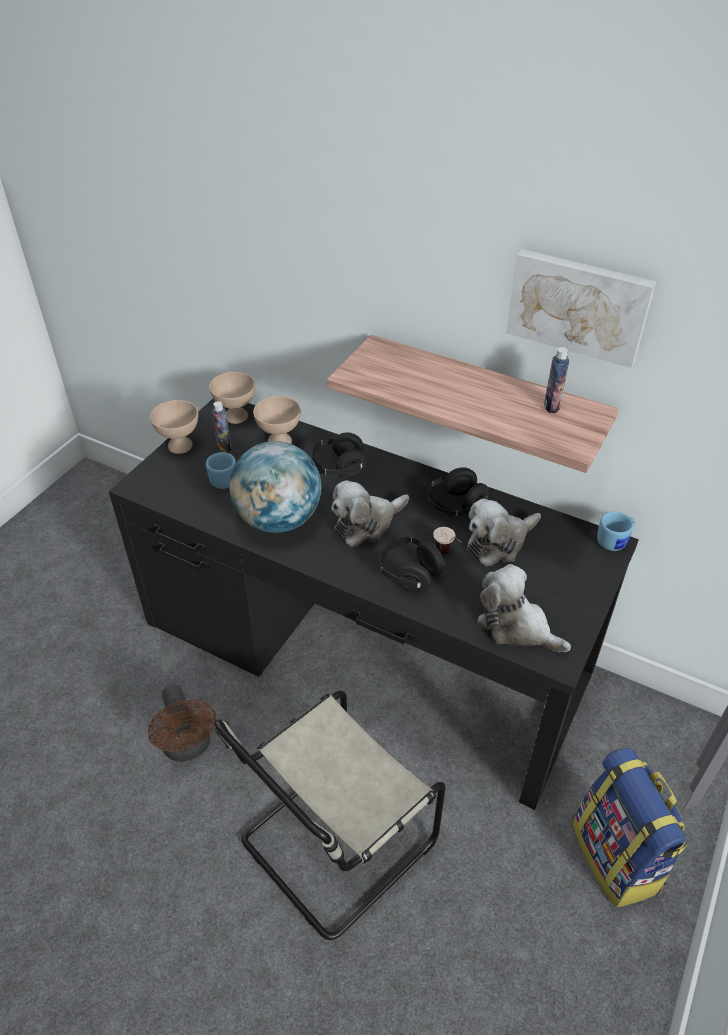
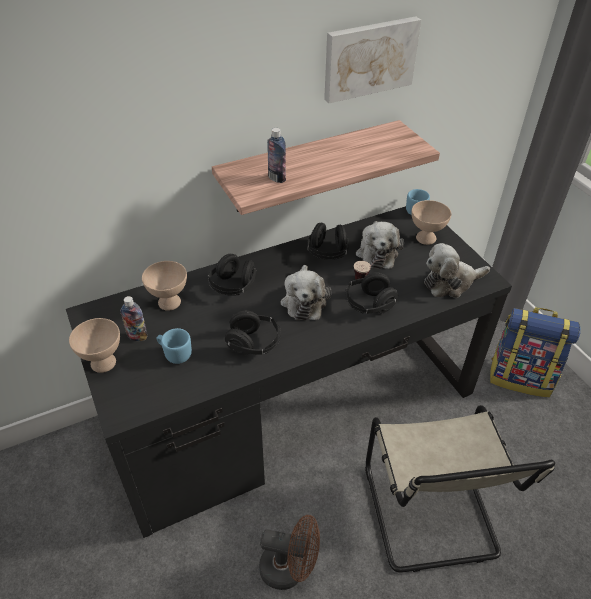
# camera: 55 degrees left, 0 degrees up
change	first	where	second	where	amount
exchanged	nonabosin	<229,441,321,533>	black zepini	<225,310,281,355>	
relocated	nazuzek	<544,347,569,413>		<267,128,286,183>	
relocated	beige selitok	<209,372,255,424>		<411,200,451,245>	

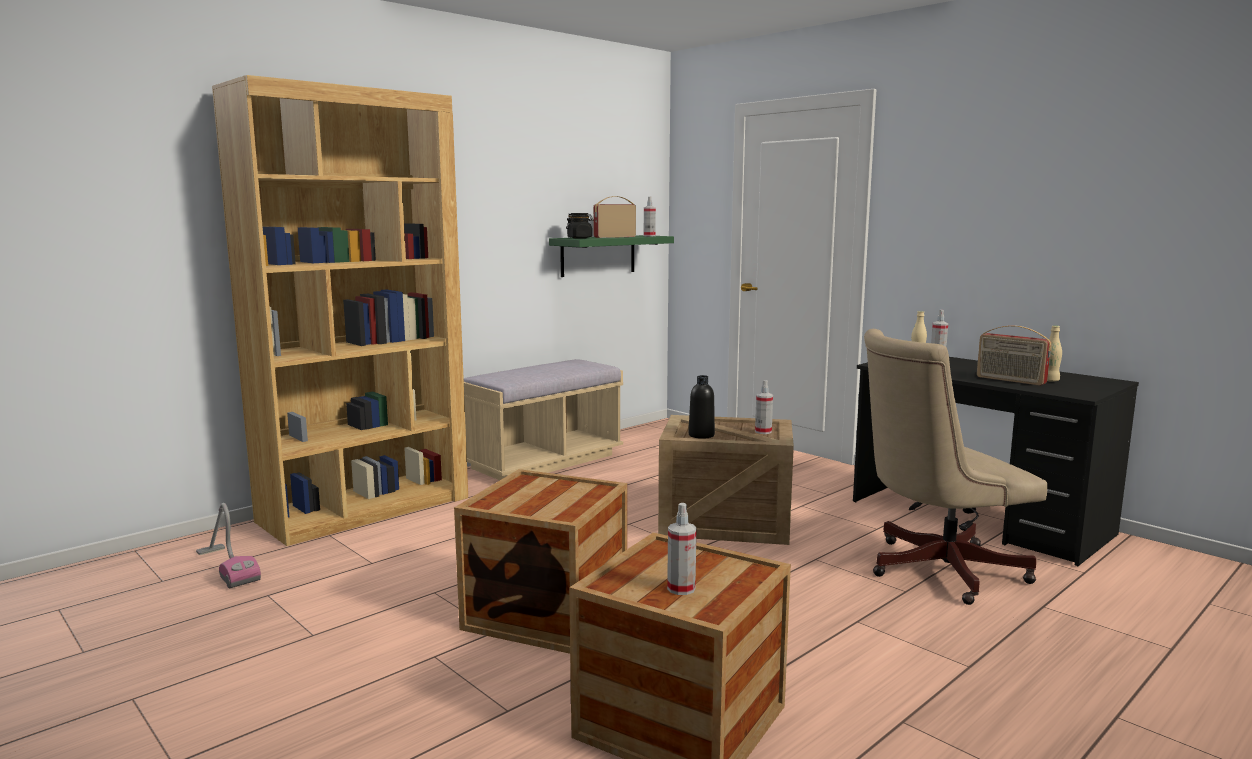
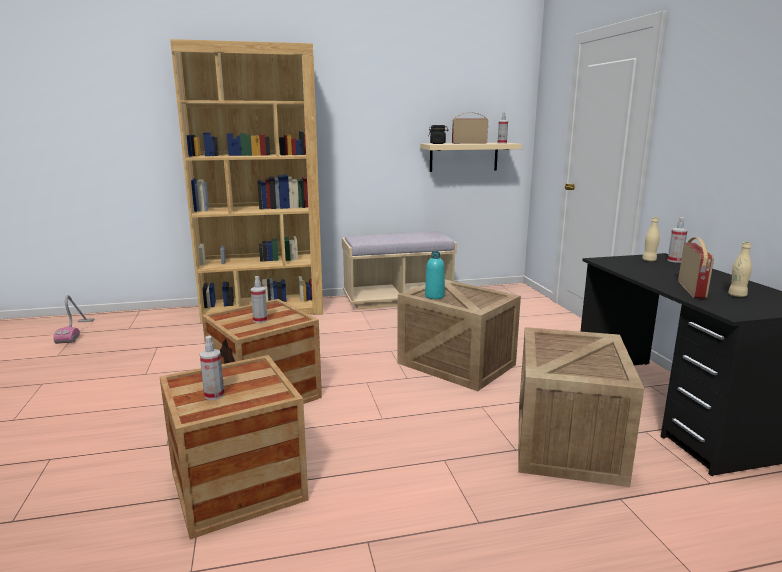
# camera: 30 degrees right, 5 degrees up
change	first	where	second	where	amount
relocated	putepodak	<196,503,261,588>		<54,295,95,344>	
relocated	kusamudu	<755,380,773,434>		<251,276,267,323>	
colour	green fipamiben	<549,235,674,277>	beige fipamiben	<420,143,522,172>	
colour	black nazuzek	<689,375,715,439>	turquoise nazuzek	<425,251,445,299>	
exchanged	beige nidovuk	<864,329,1047,605>	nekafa	<518,327,644,487>	
spun	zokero	<977,325,1051,386>		<678,237,714,299>	150 degrees counterclockwise

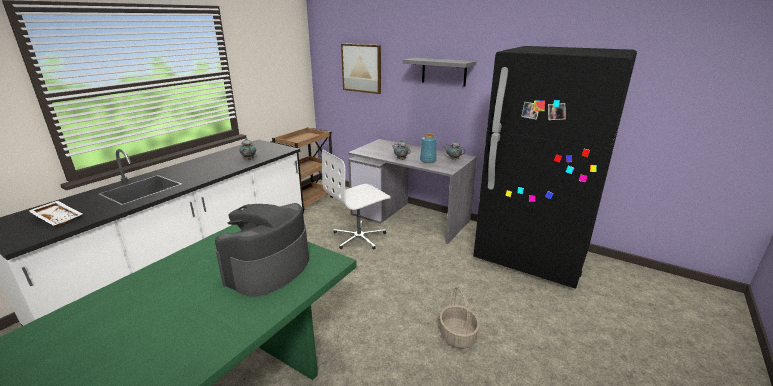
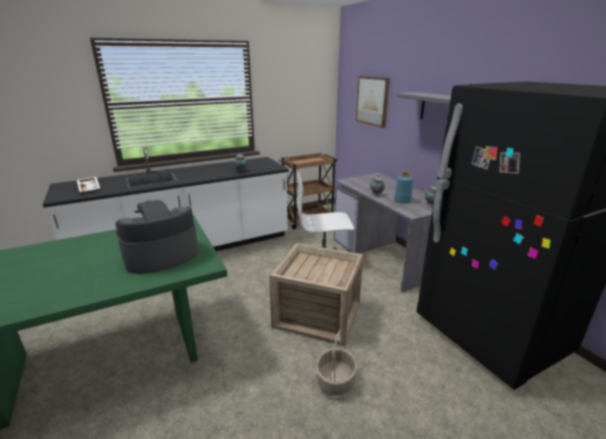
# camera: 30 degrees right, 0 degrees up
change	first	where	second	where	amount
appeared			nekafa	<269,243,364,346>	

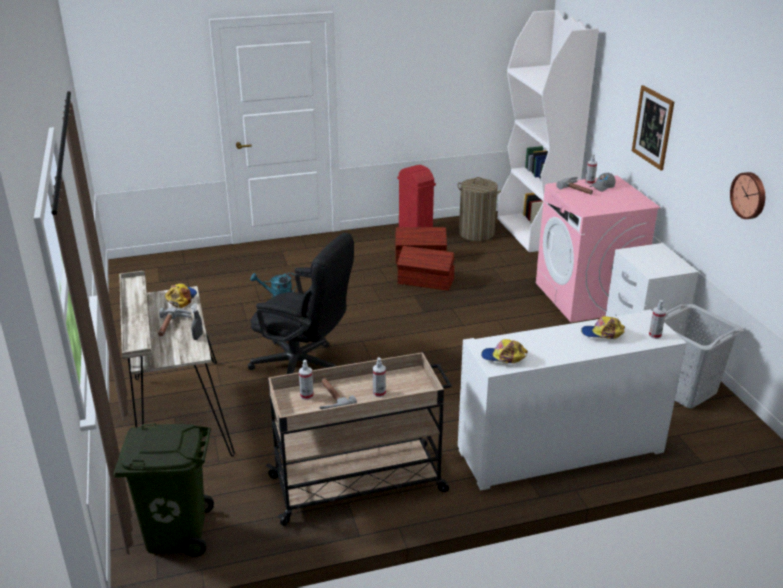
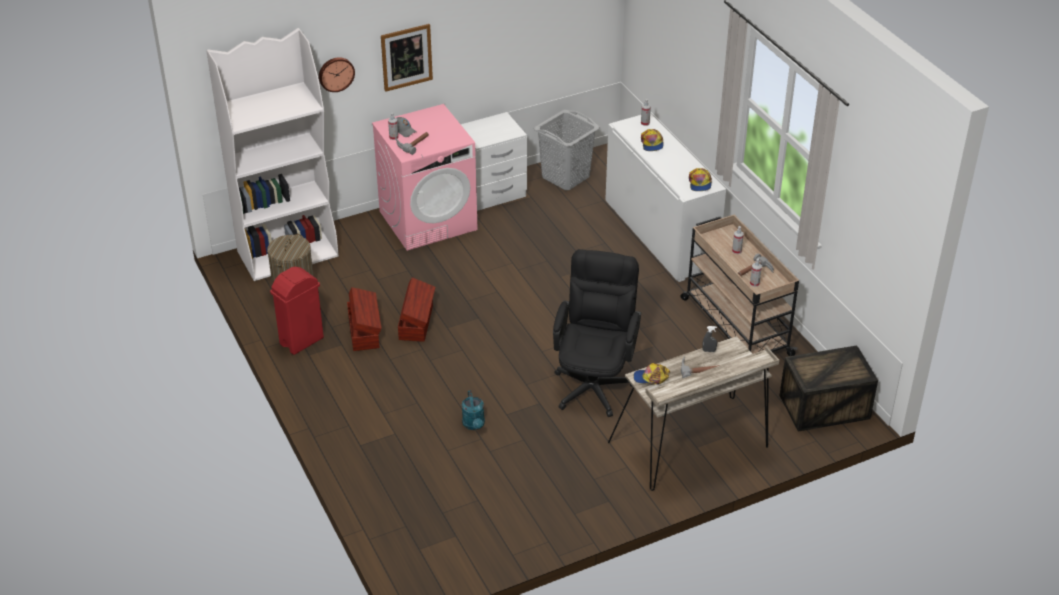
# camera: 100 degrees left, 10 degrees up
change	first	where	second	where	amount
relocated	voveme	<730,172,765,219>		<319,57,355,92>	
exchanged	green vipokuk	<113,423,214,557>	nekafa	<779,345,878,432>	

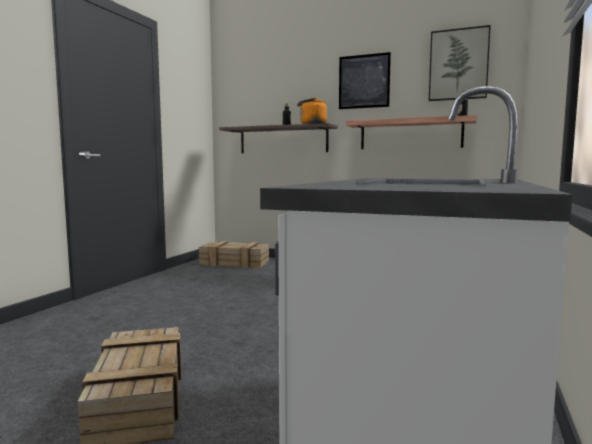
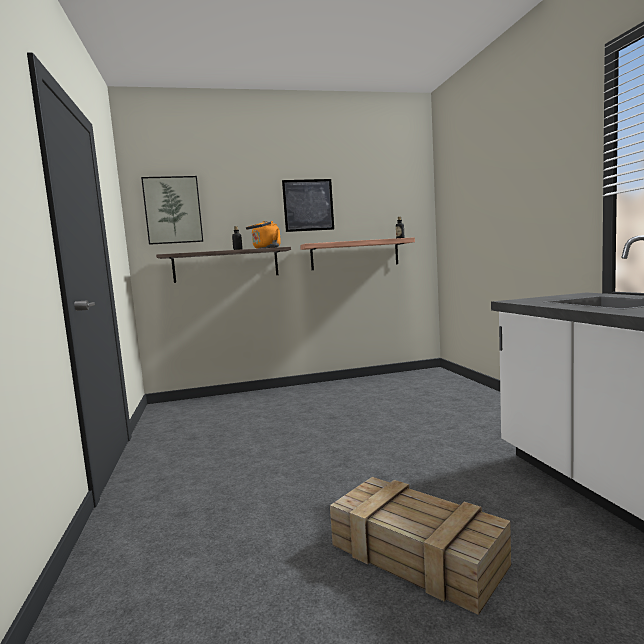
# camera: 35 degrees left, 0 degrees up
change	first	where	second	where	amount
relocated	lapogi	<429,25,491,101>		<141,176,203,245>	
missing	nekafa	<199,241,269,268>			

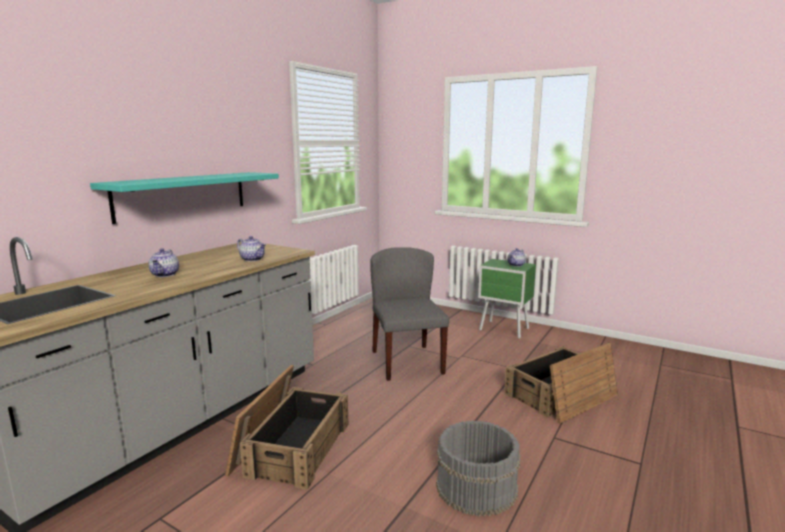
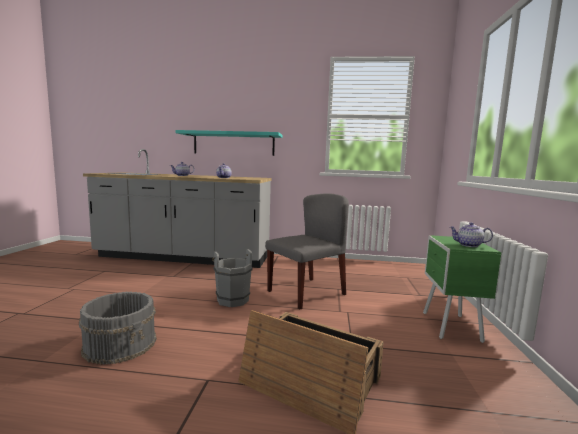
# camera: 65 degrees right, 5 degrees down
change	first	where	second	where	amount
appeared			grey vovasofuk	<212,249,253,307>	
missing	nekafa	<225,365,348,490>			

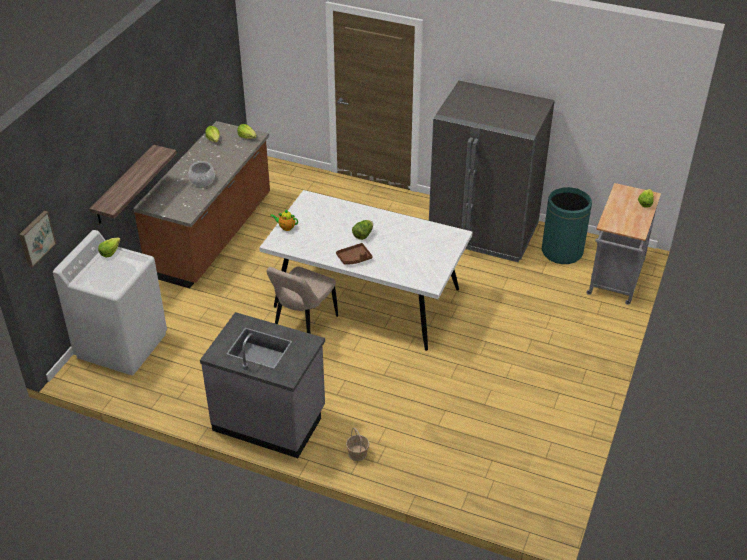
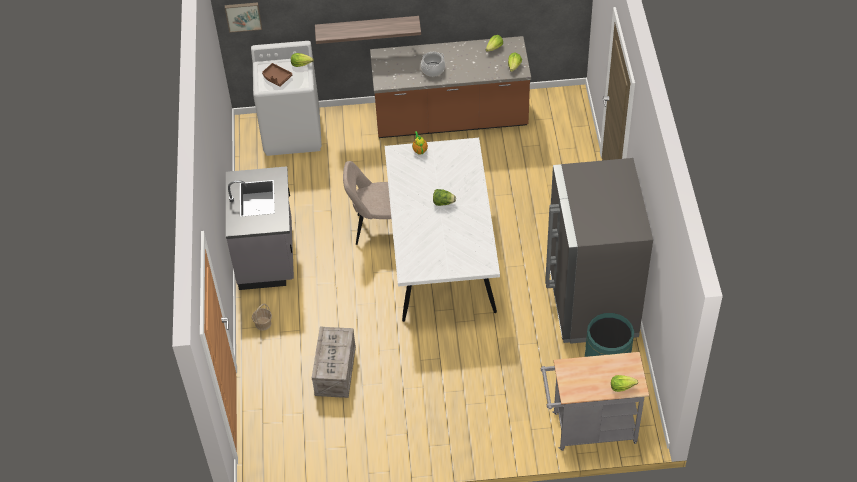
# camera: 65 degrees right, 10 degrees up
change	first	where	second	where	amount
relocated	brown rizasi	<336,243,372,264>		<262,63,292,87>	
appeared			nekafa	<312,327,356,398>	

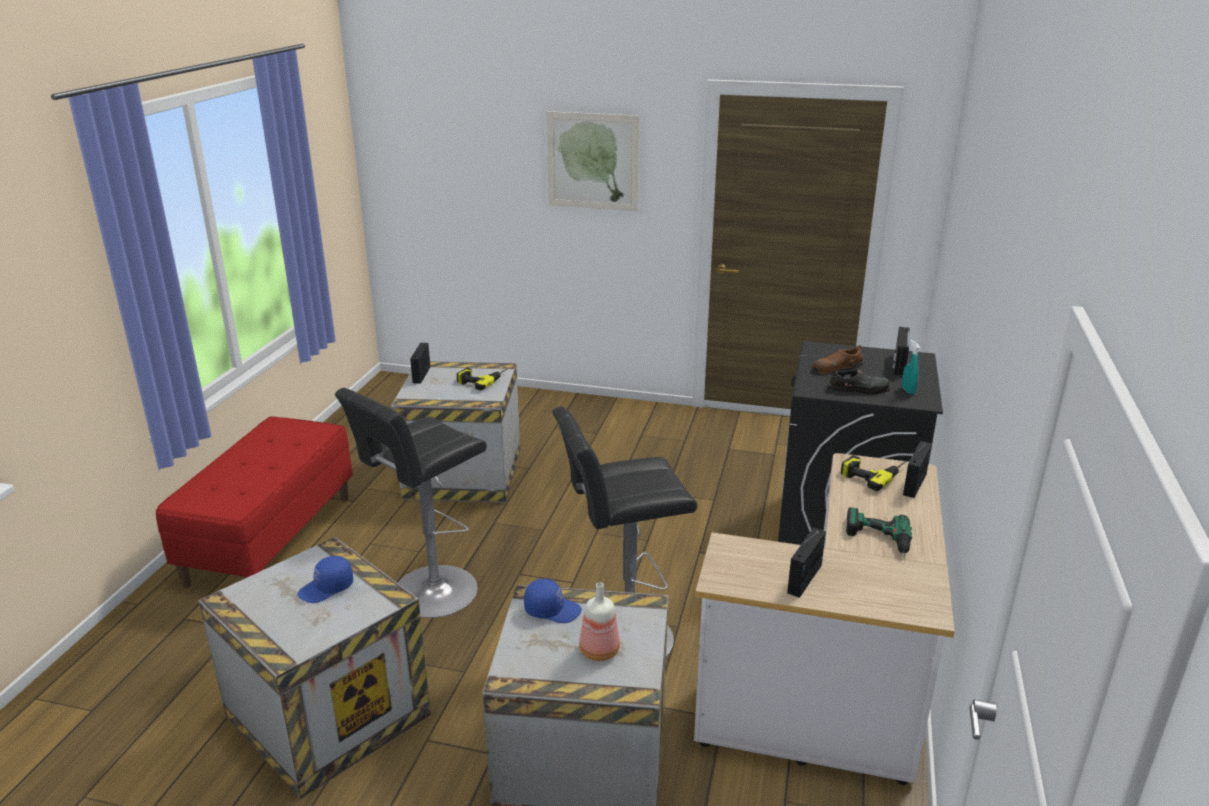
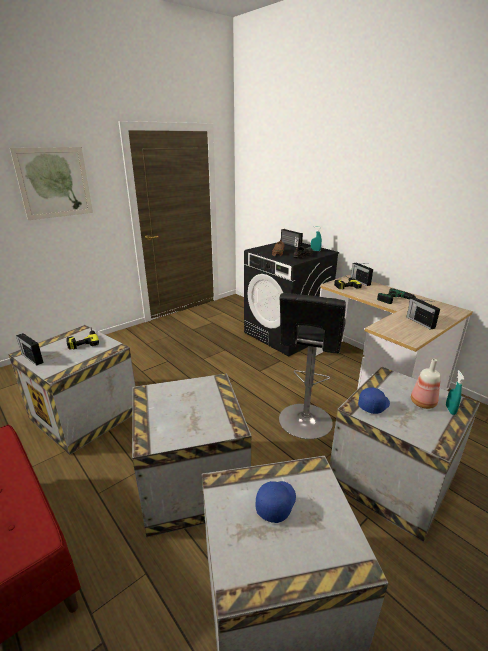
# camera: 55 degrees left, 0 degrees up
change	first	where	second	where	amount
exchanged	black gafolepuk	<335,388,487,618>	nekafa	<132,373,251,537>	
spun	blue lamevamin	<297,556,353,603>		<256,481,296,523>	150 degrees counterclockwise
appeared			turquoise kusamudu	<446,370,465,415>	

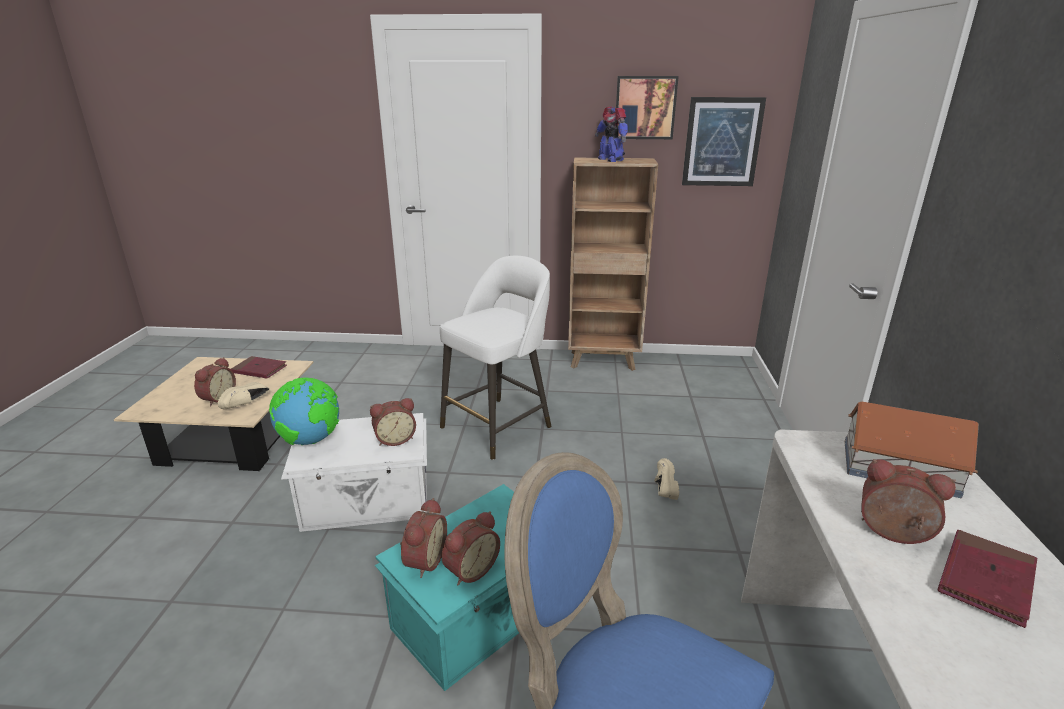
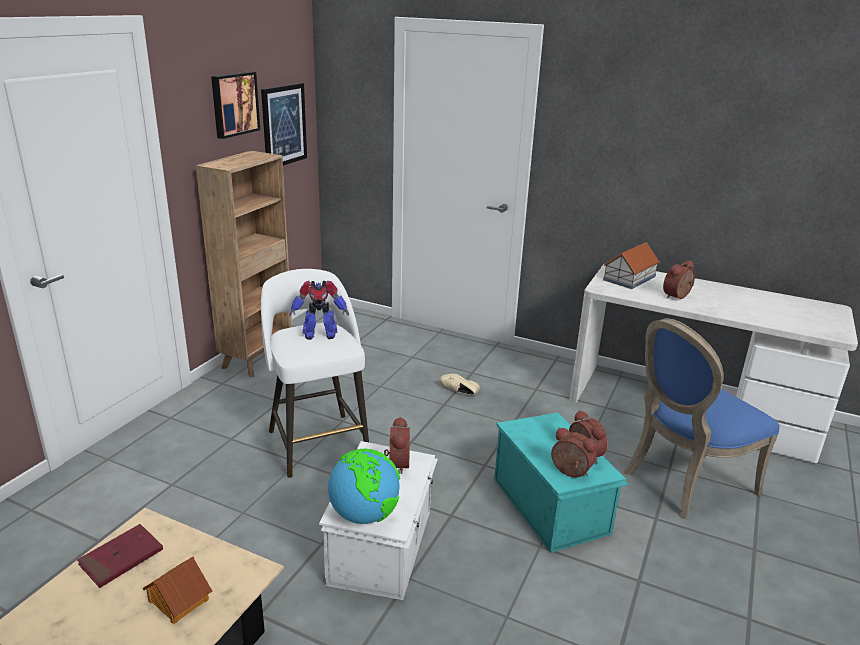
# camera: 70 degrees left, 0 degrees up
change	first	where	second	where	amount
exchanged	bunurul	<194,357,236,407>	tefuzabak	<143,556,212,624>	
relocated	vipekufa	<595,107,628,162>		<289,281,349,340>	
missing	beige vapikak	<218,382,270,409>			
missing	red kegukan	<938,530,1037,628>			

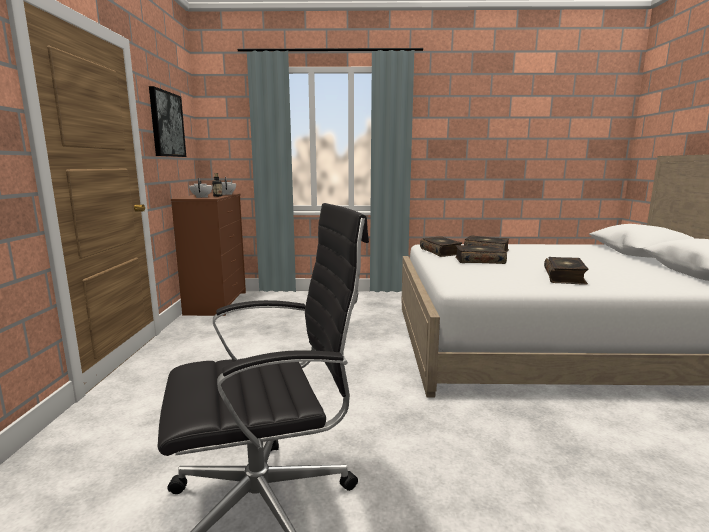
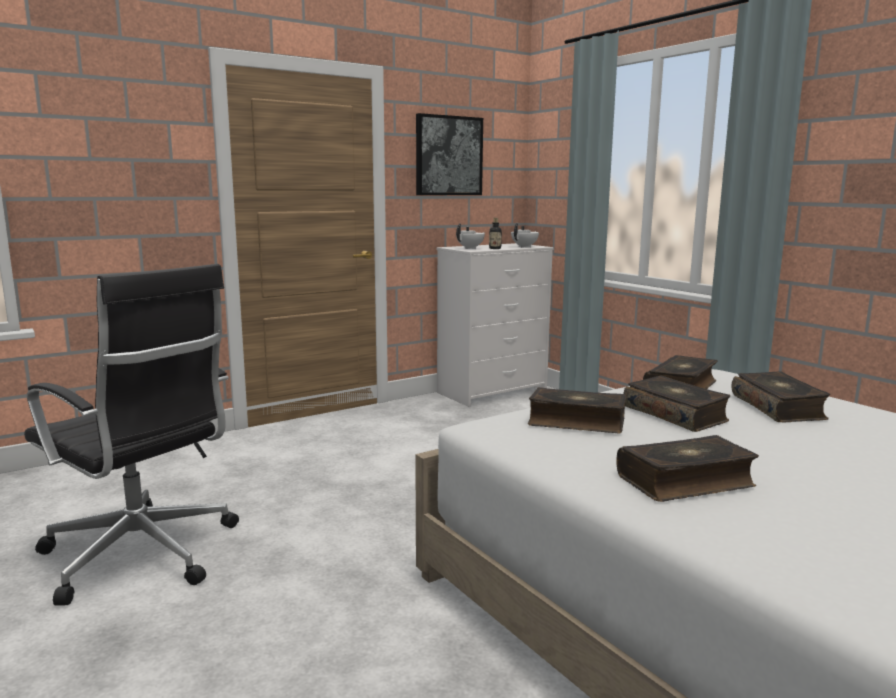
# camera: 55 degrees right, 0 degrees up
change	first	where	second	where	amount
colour	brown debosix	<171,193,246,316>	white debosix	<437,243,554,407>	
appeared			kegukan	<528,387,627,433>	

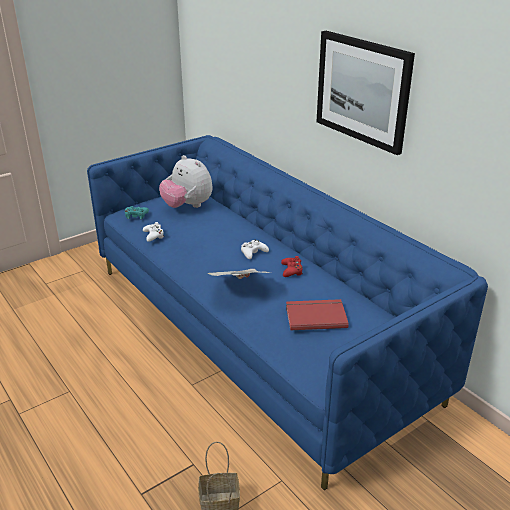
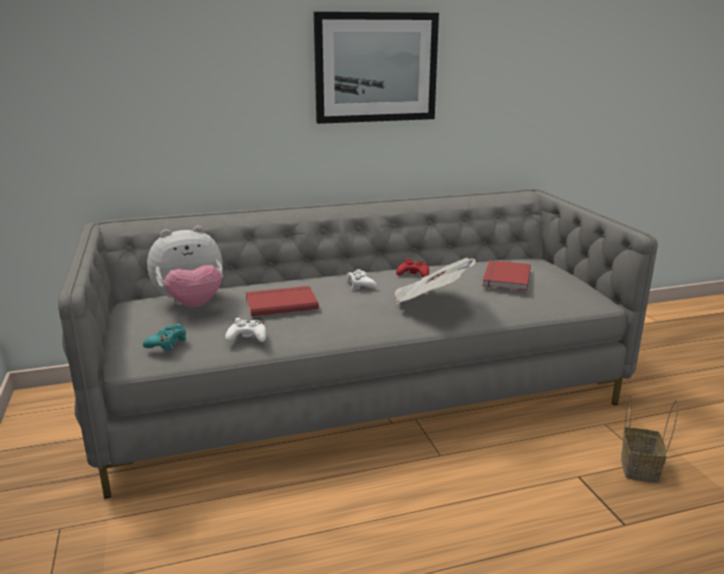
# camera: 70 degrees left, 10 degrees down
change	first	where	second	where	amount
colour	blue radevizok	<87,135,488,490>	grey radevizok	<58,189,658,499>	
appeared			red kegukan	<246,286,319,316>	

